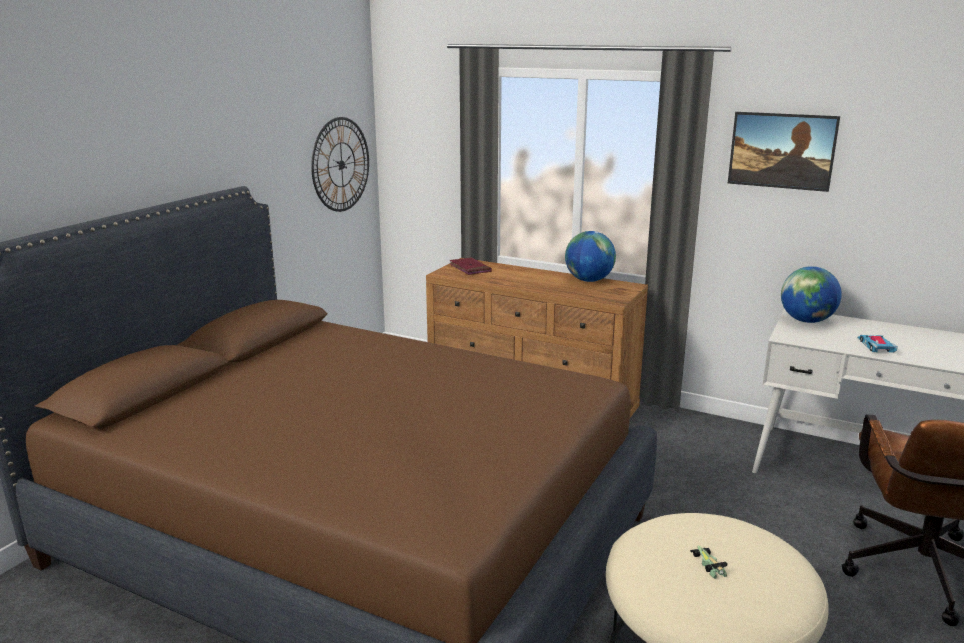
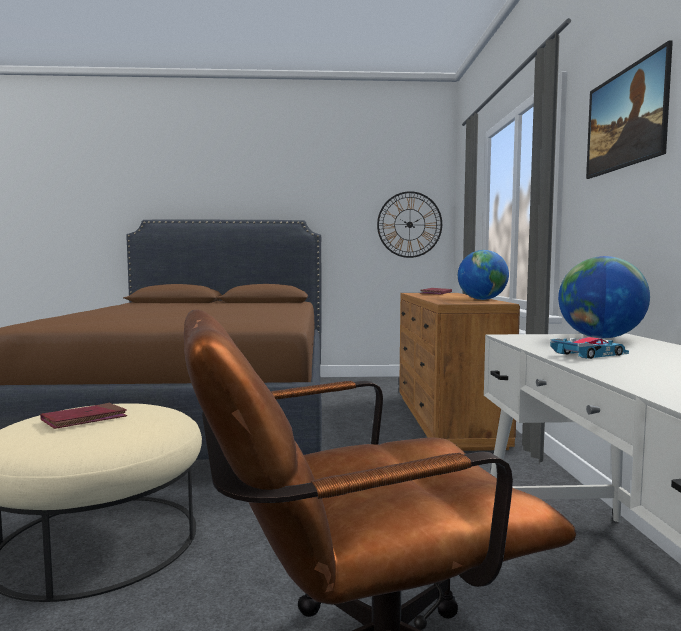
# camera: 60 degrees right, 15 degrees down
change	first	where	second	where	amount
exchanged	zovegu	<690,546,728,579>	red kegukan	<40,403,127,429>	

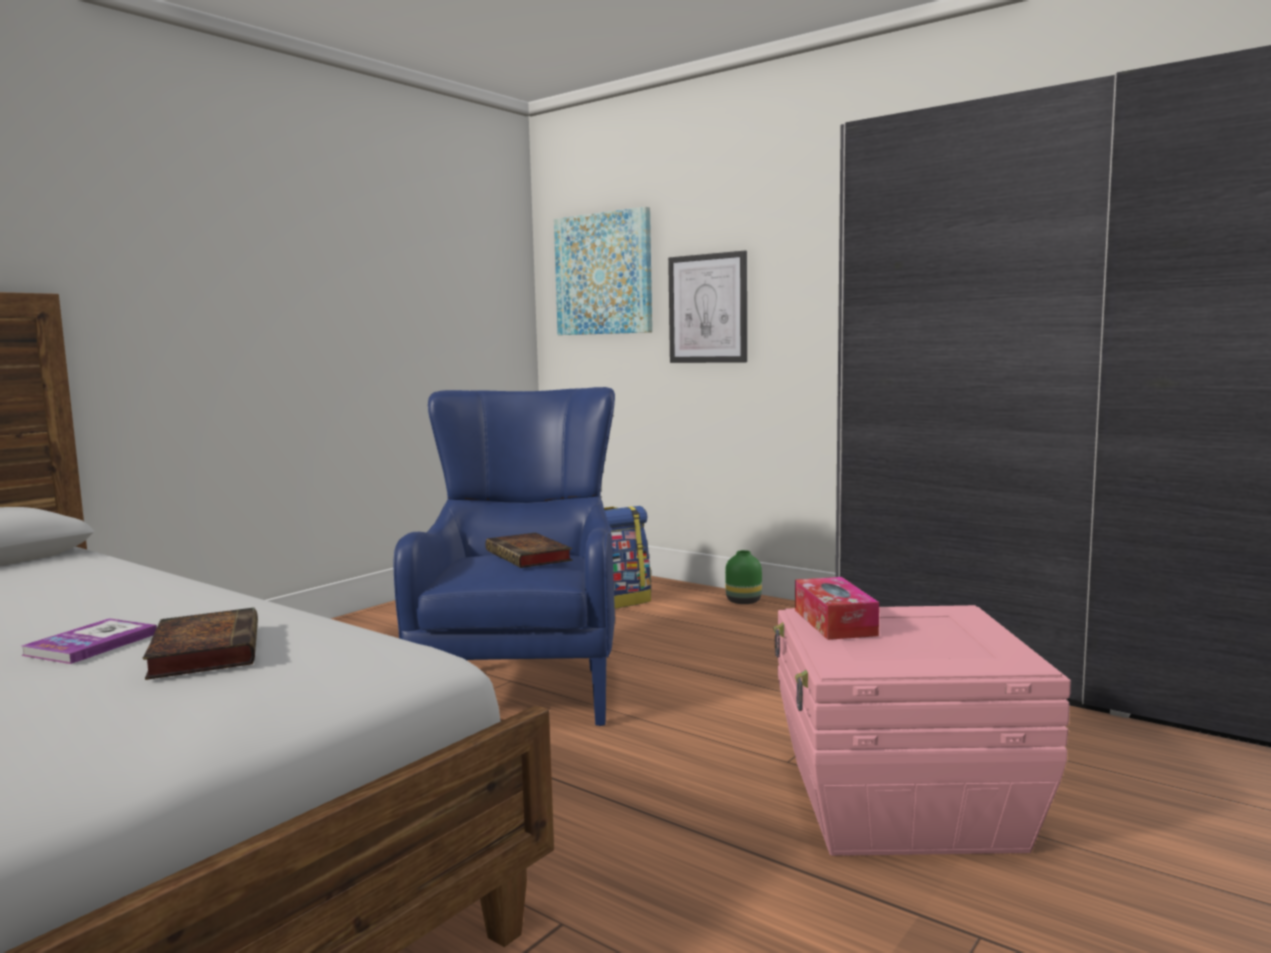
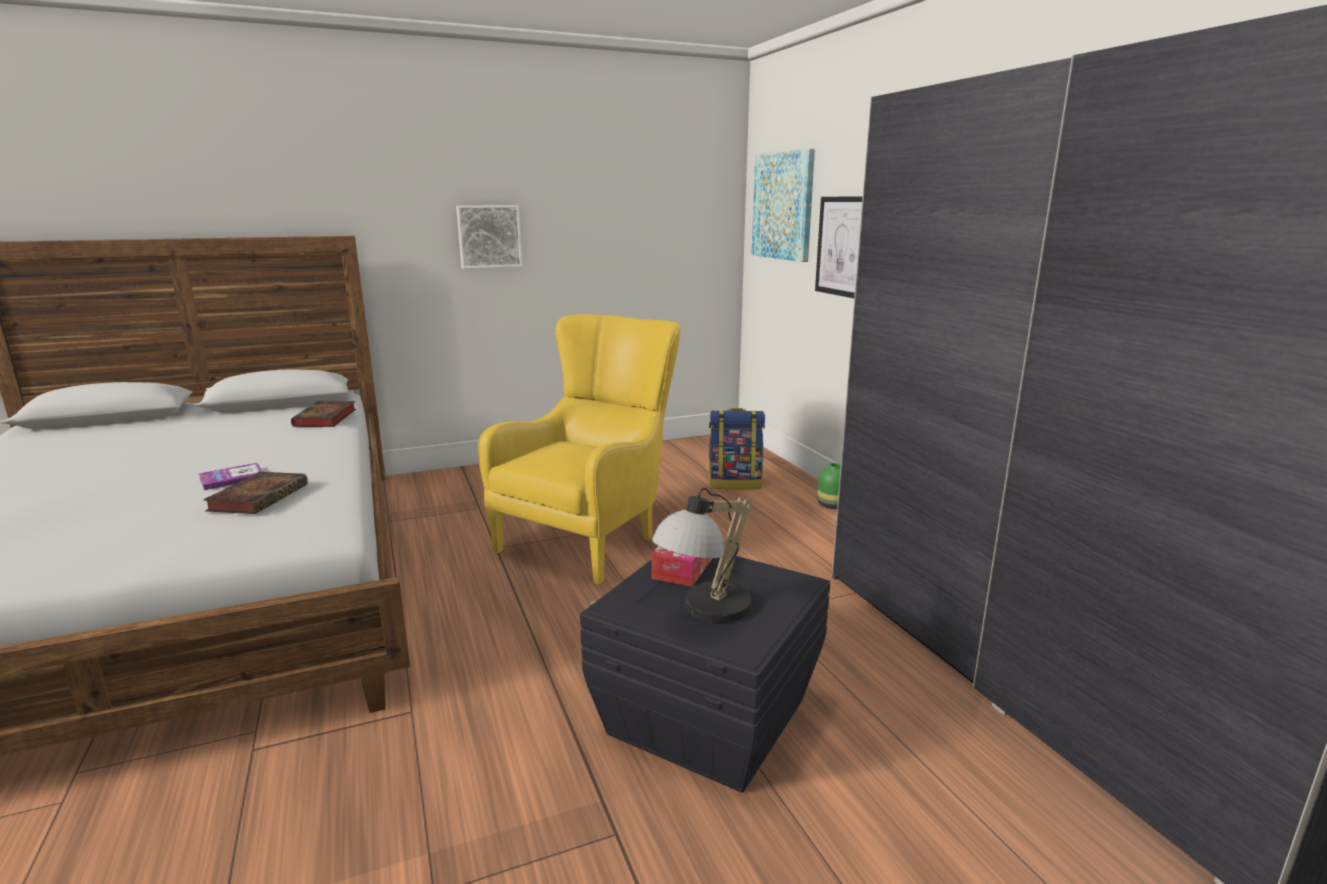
# camera: 30 degrees right, 10 degrees up
change	first	where	second	where	amount
relocated	kegukan	<485,533,573,568>		<291,401,356,427>	
appeared			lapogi	<456,205,522,269>	
colour	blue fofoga	<393,387,615,726>	yellow fofoga	<478,314,681,585>	
colour	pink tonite	<773,605,1071,856>	black tonite	<580,556,830,793>	
appeared			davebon	<652,487,753,623>	

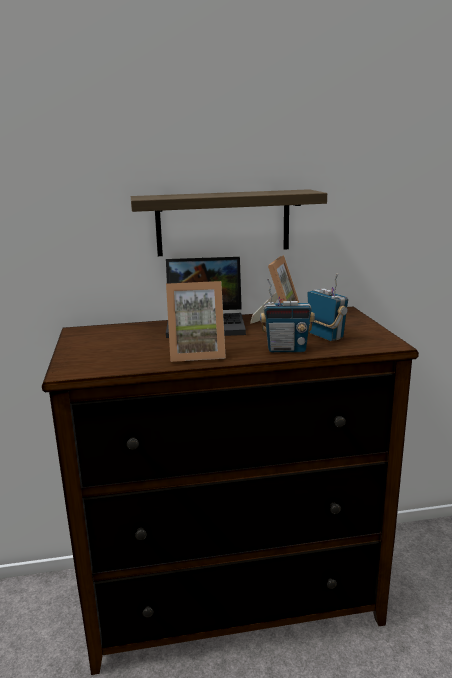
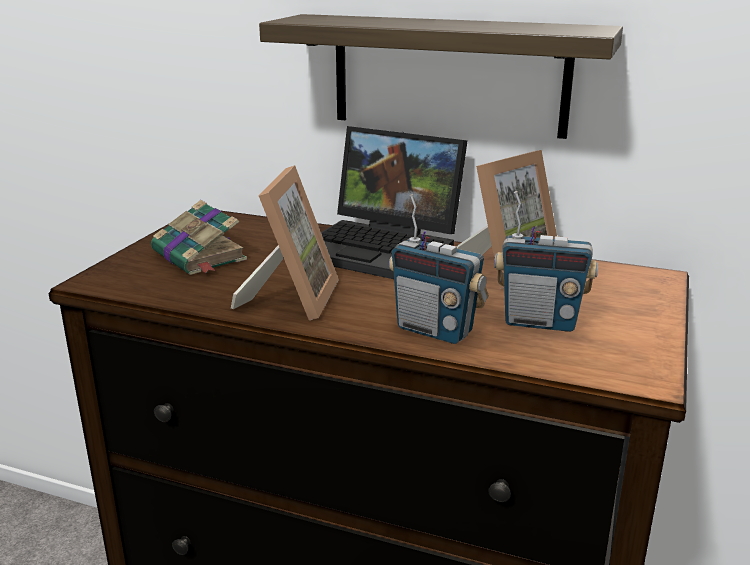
# camera: 30 degrees right, 5 degrees up
change	first	where	second	where	amount
appeared			kegukan	<151,200,247,275>	
spun	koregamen	<166,281,226,362>		<231,165,339,320>	105 degrees counterclockwise
spun	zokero	<307,273,348,341>		<494,191,598,332>	105 degrees clockwise

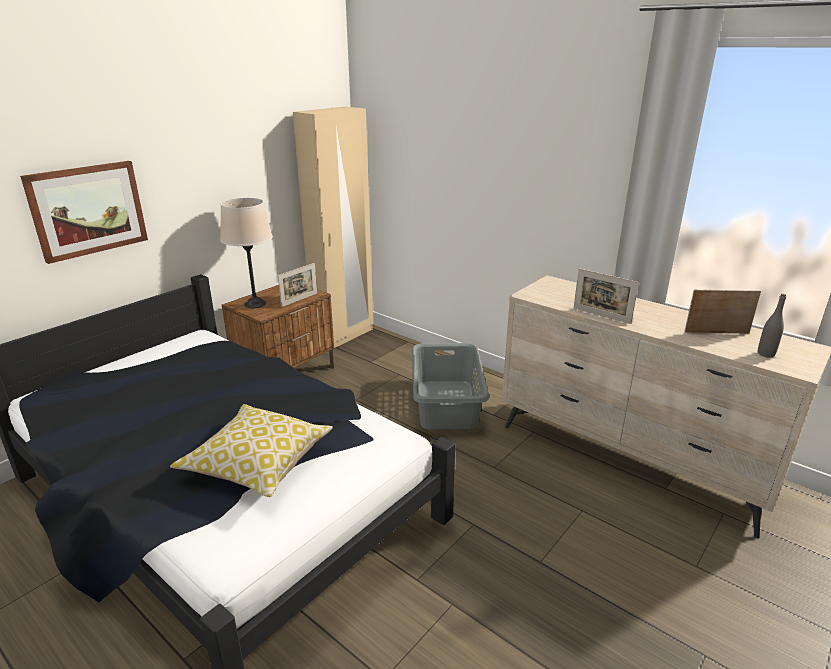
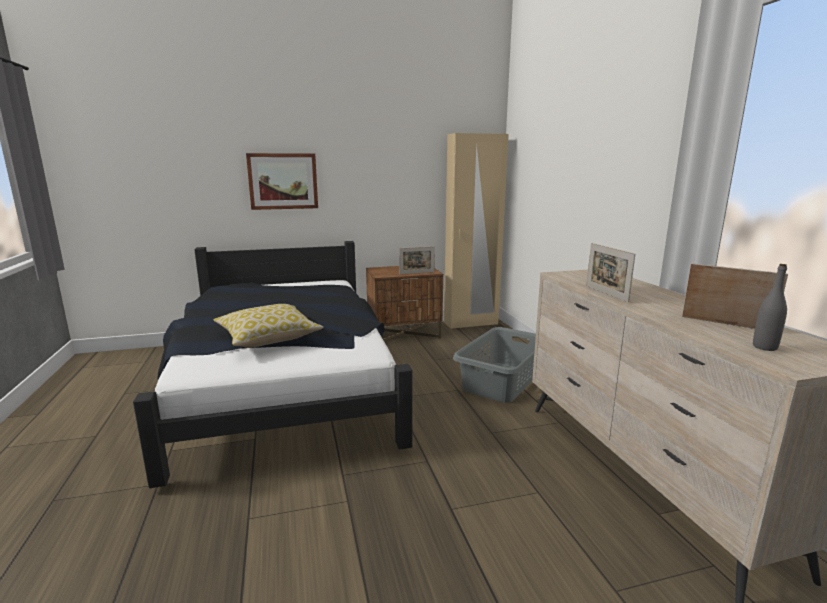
# camera: 35 degrees right, 10 degrees down
change	first	where	second	where	amount
missing	beige davebon	<220,198,273,308>			

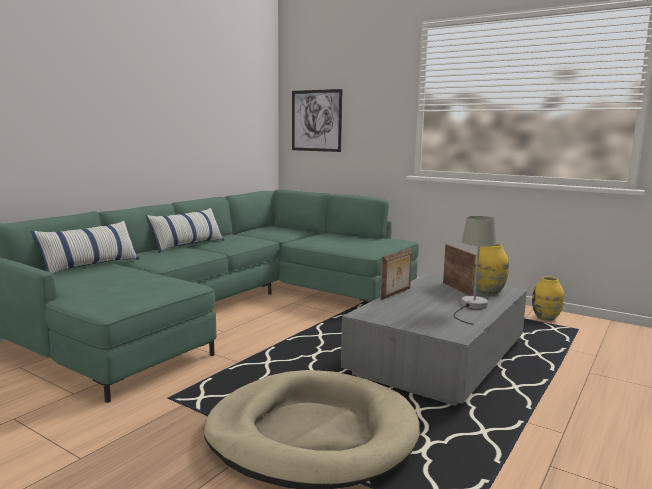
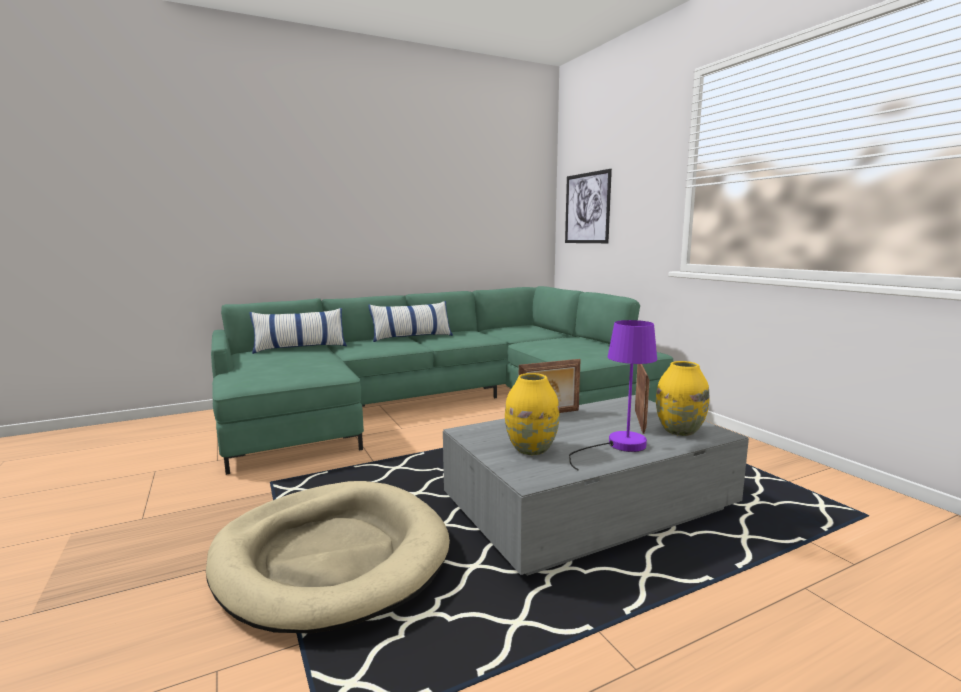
# camera: 30 degrees right, 0 degrees up
change	first	where	second	where	amount
relocated	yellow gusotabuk	<532,277,564,321>		<505,373,559,455>	
colour	grey davebon	<454,216,497,325>	purple davebon	<569,320,657,471>	

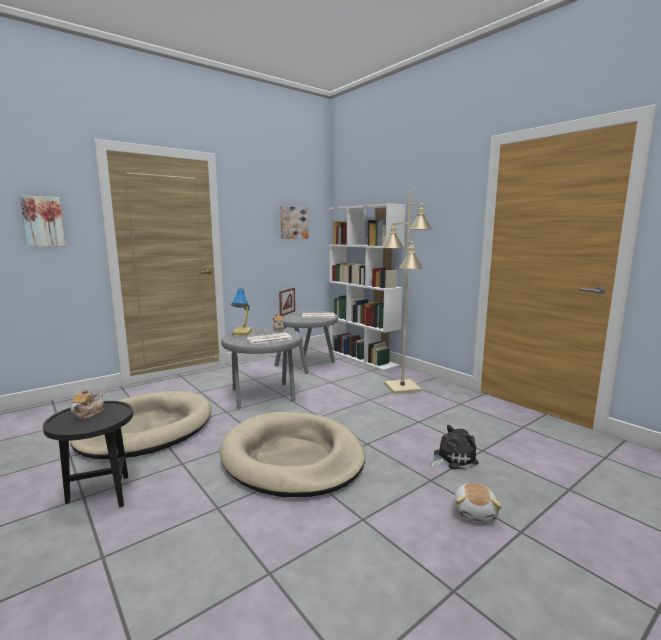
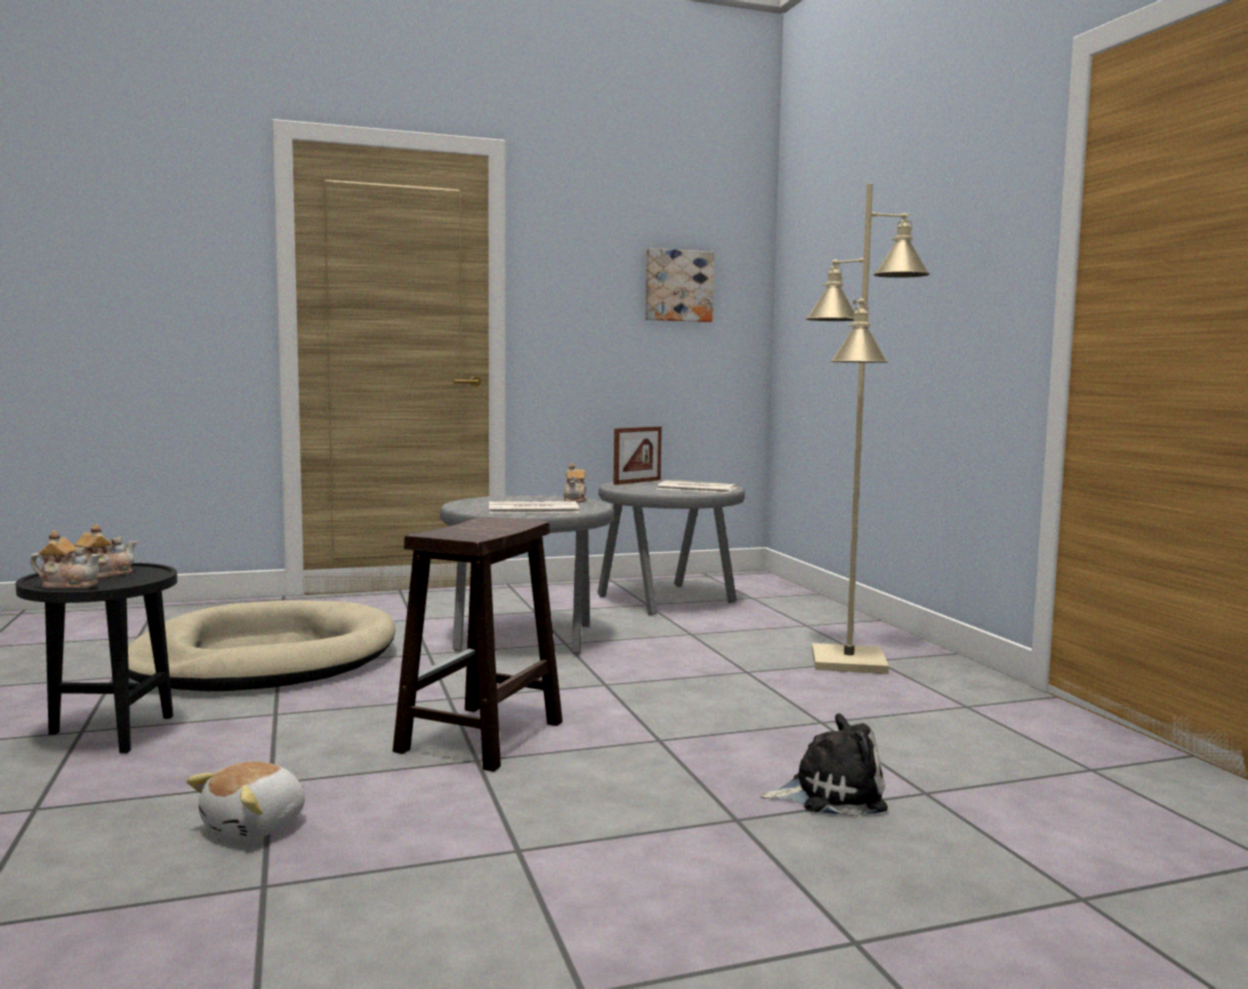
# camera: 20 degrees right, 5 degrees down
change	first	where	second	where	amount
appeared			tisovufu	<30,531,101,589>	
relocated	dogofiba	<454,483,502,523>		<186,762,305,840>	
exchanged	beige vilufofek	<220,412,365,497>	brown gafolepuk	<393,516,563,772>	
missing	lapogi	<20,195,66,247>			
missing	davebon	<231,288,252,336>			
missing	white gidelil	<329,203,406,371>			

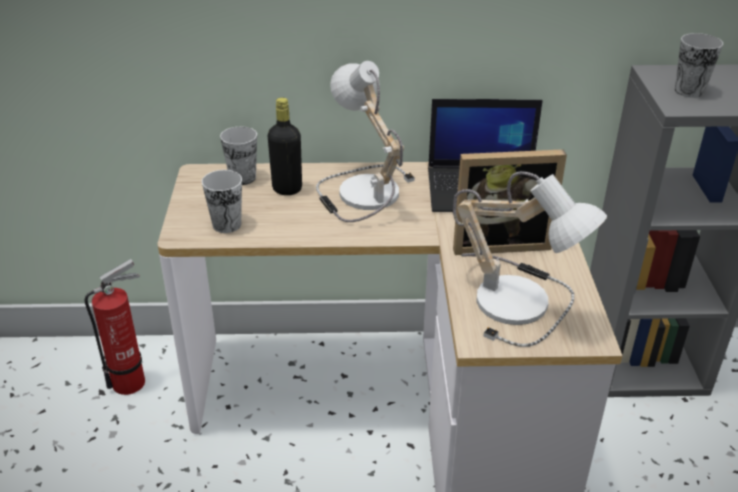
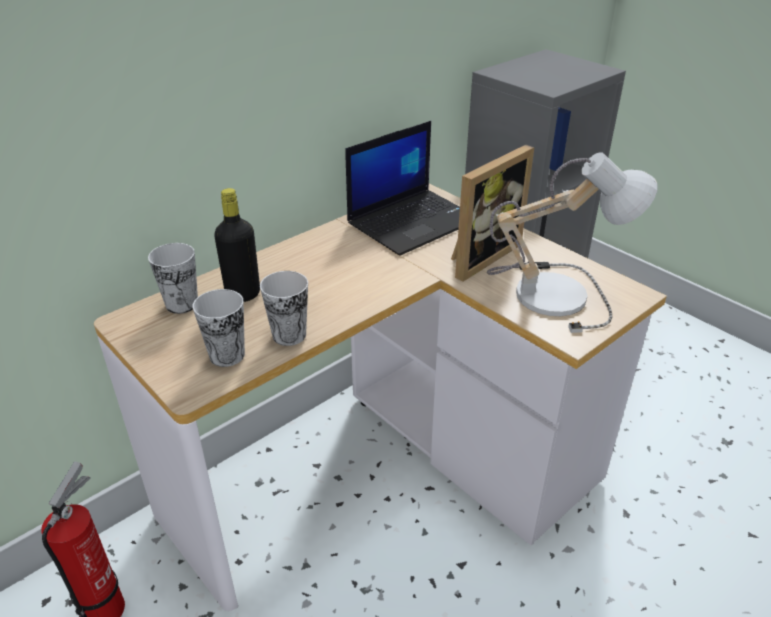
# camera: 40 degrees left, 0 degrees up
change	first	where	second	where	amount
relocated	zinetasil	<675,33,723,98>		<260,271,308,346>	
missing	davebon	<316,61,415,222>			

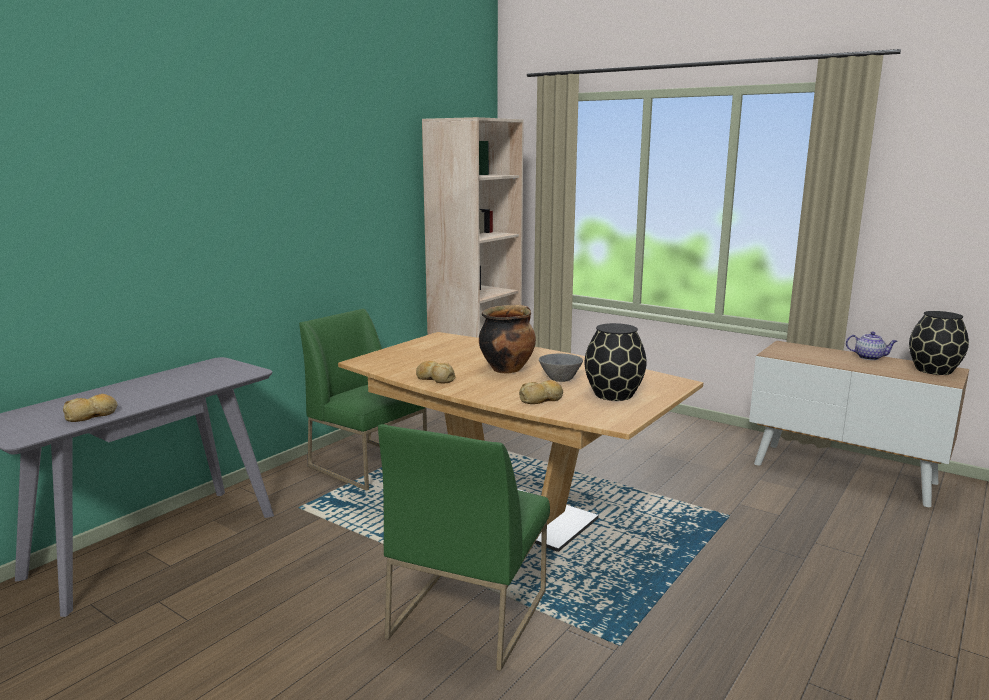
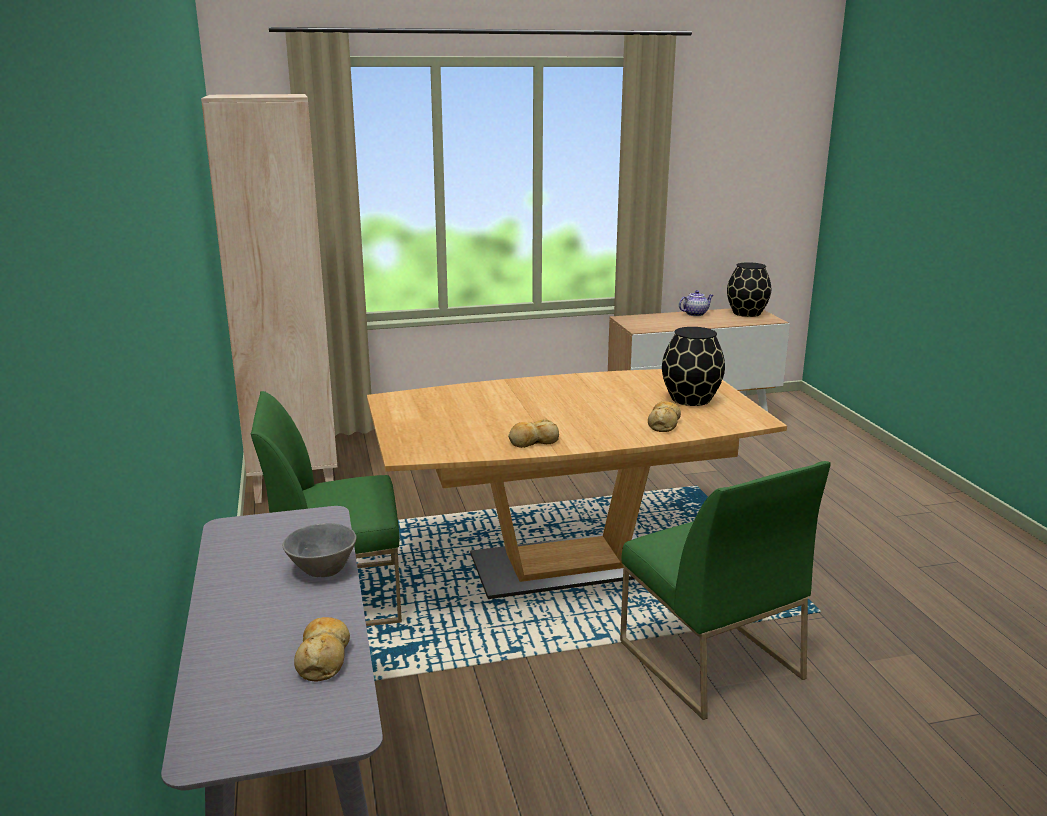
# camera: 50 degrees left, 5 degrees up
change	first	where	second	where	amount
relocated	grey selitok	<539,354,583,382>		<283,523,356,577>	
missing	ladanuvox	<479,304,536,373>			

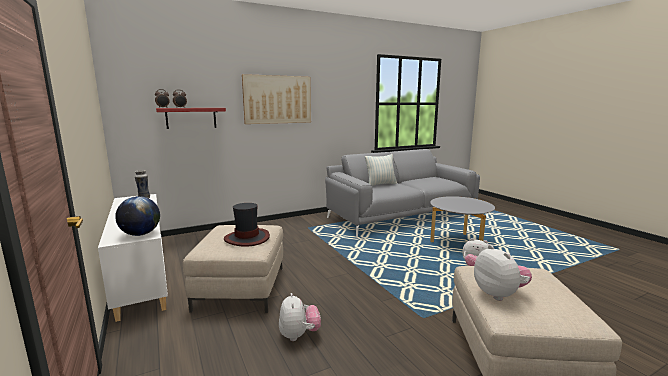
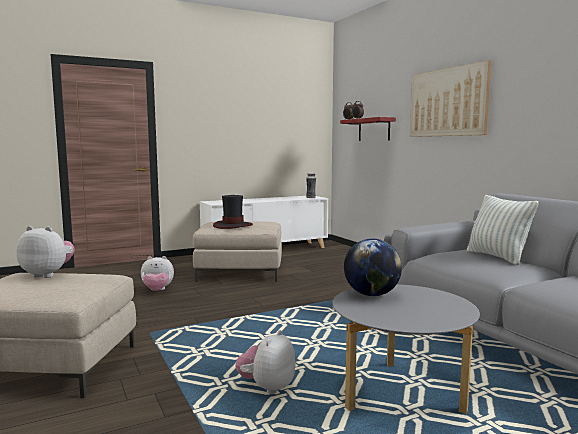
# camera: 90 degrees right, 5 degrees down
change	first	where	second	where	amount
spun	dogofiba	<474,245,532,301>		<16,226,74,278>	150 degrees counterclockwise
relocated	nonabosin	<115,196,160,236>		<344,238,402,296>	

